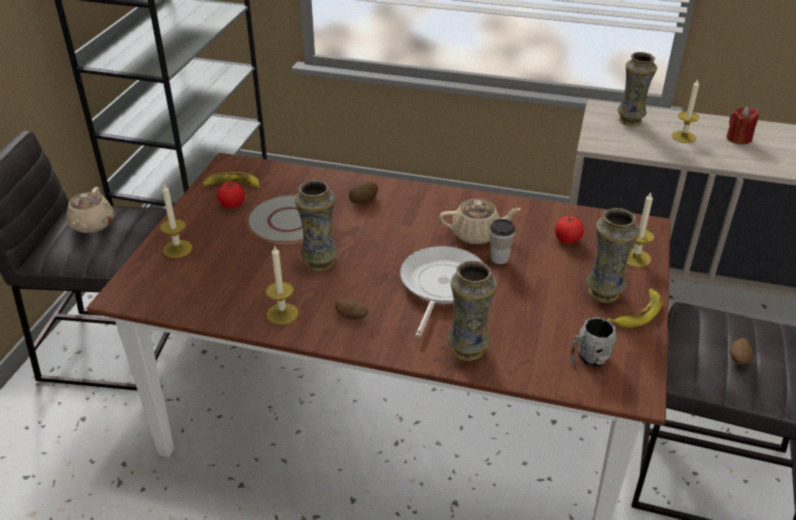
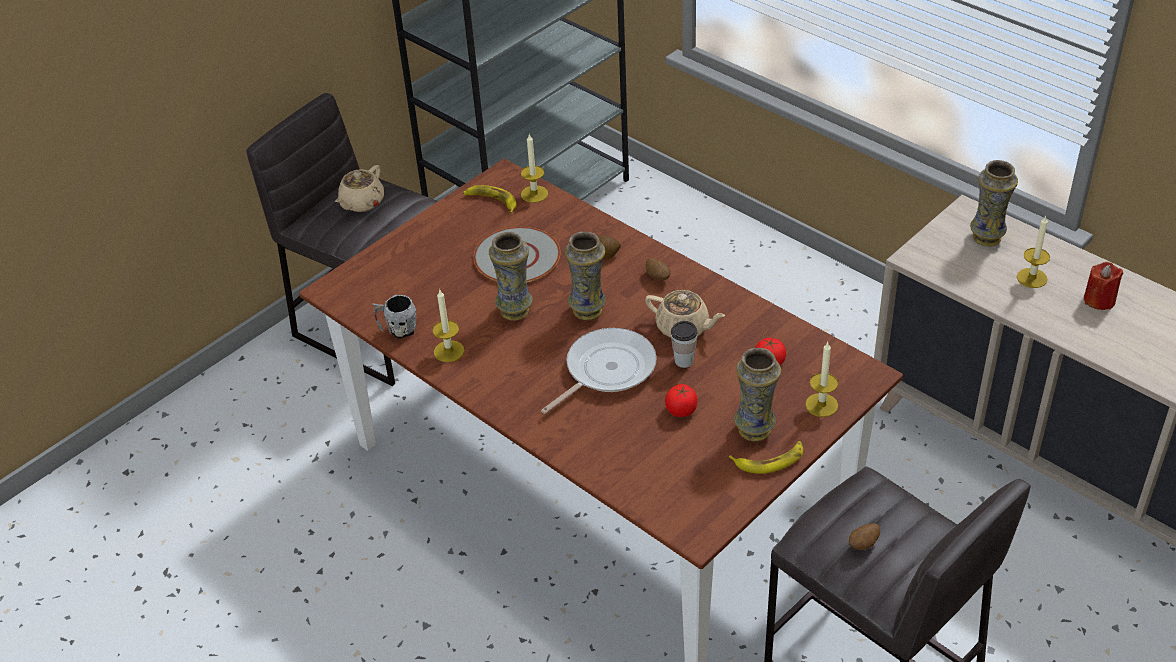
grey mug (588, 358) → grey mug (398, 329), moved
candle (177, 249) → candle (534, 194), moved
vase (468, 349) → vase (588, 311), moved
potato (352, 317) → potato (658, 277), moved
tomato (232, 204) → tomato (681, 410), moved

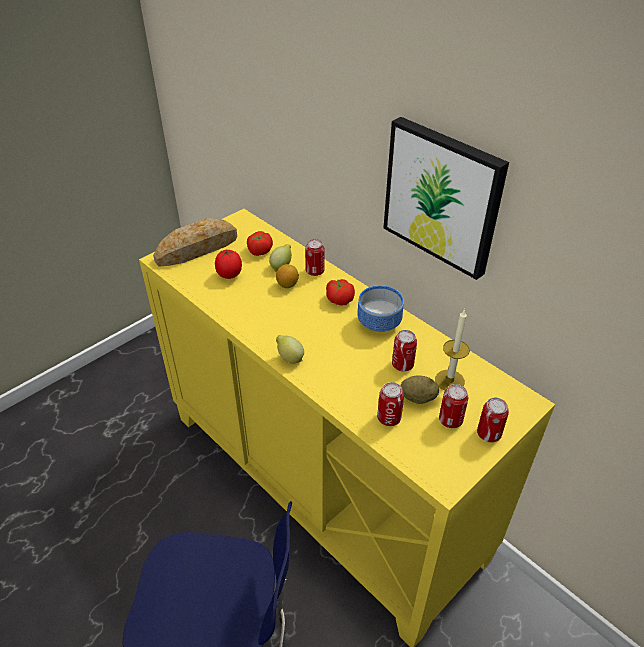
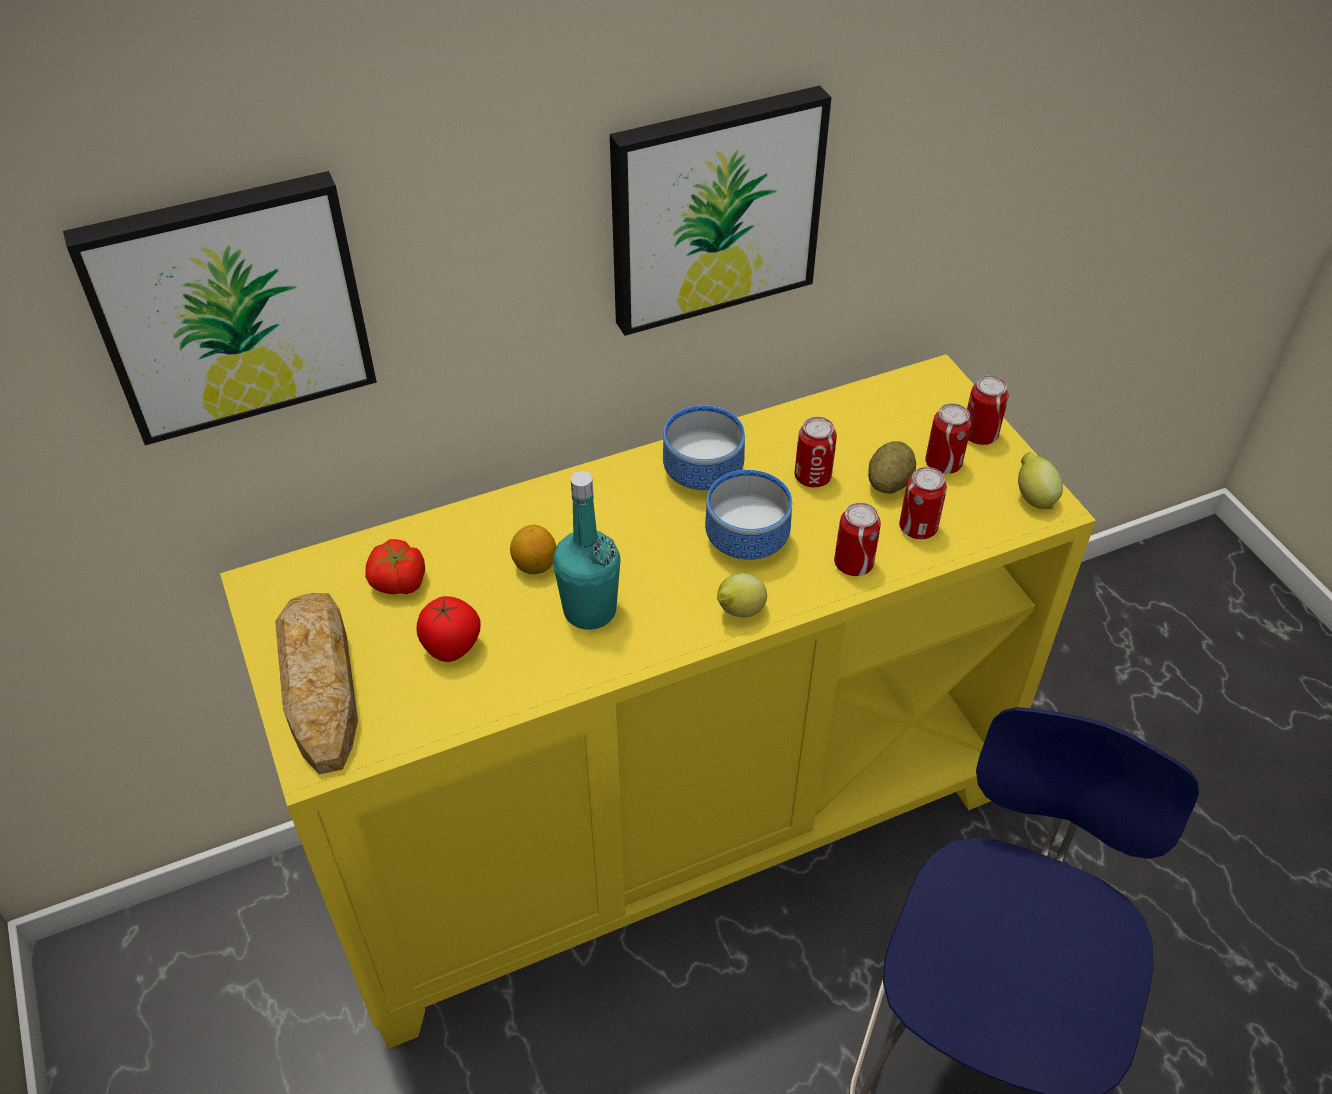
- → picture (230, 305)
- → turquoise bottle (589, 610)
- → bowl (746, 537)
can (315, 271) → can (853, 564), moved
lemon (281, 266) → lemon (1033, 498), moved
tomato (340, 299) → -
candle (449, 380) → -

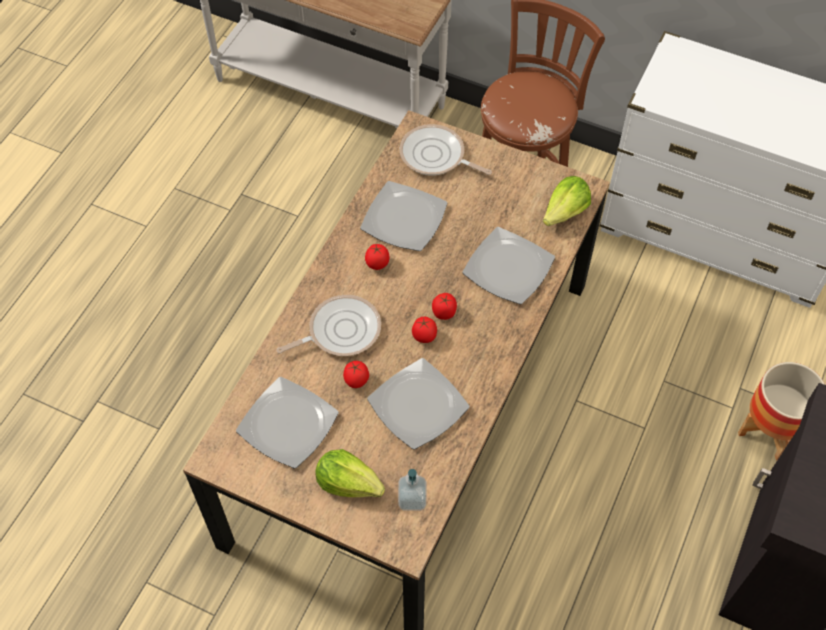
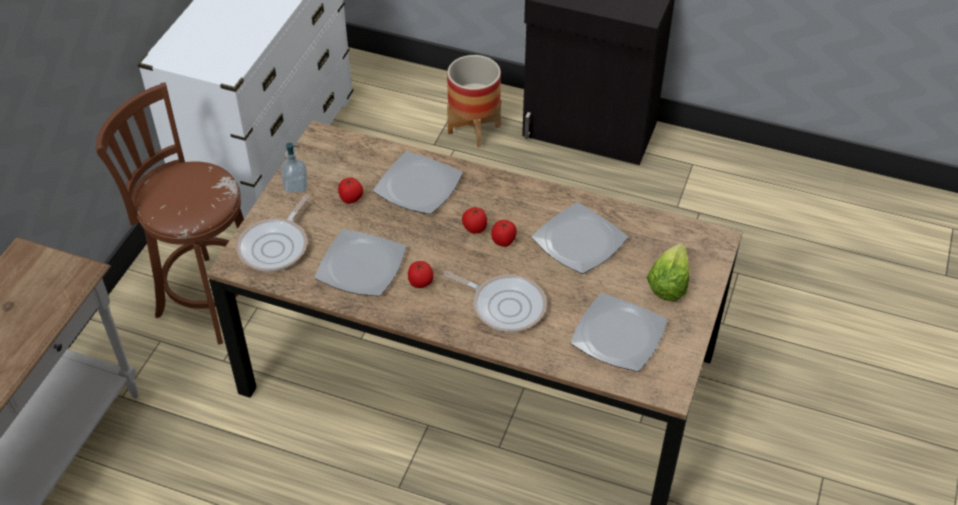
soap dispenser (412, 499) → soap dispenser (296, 185), moved
tomato (356, 381) → tomato (351, 199), moved
frying pan (340, 330) → frying pan (505, 305), 150 degrees clockwise
lettuce (565, 212) → -

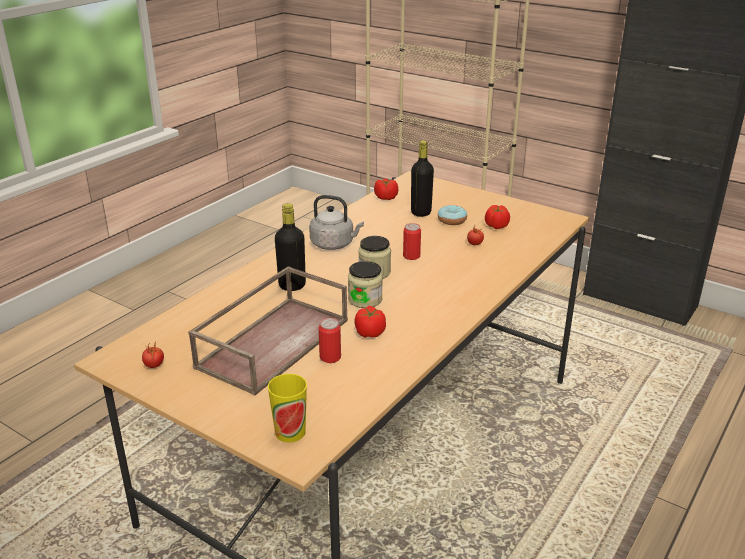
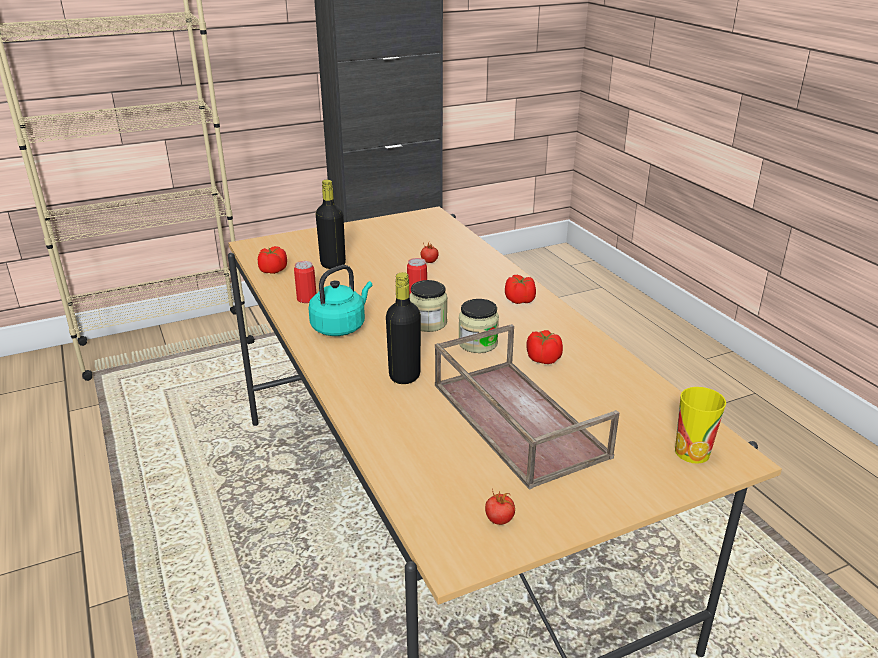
can (330, 357) → can (306, 299), moved
grey kettle (334, 244) → turquoise kettle (340, 327)
tomato (496, 226) → tomato (520, 300), moved
donut (452, 220) → -

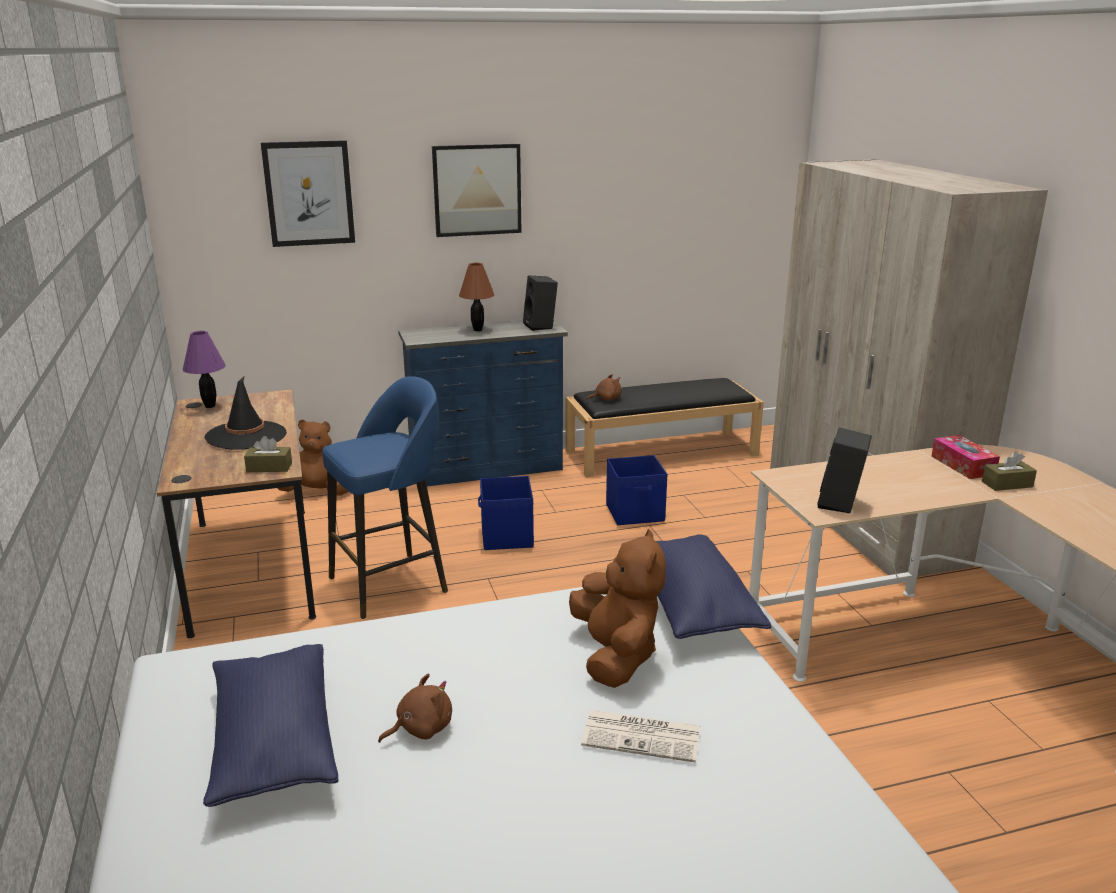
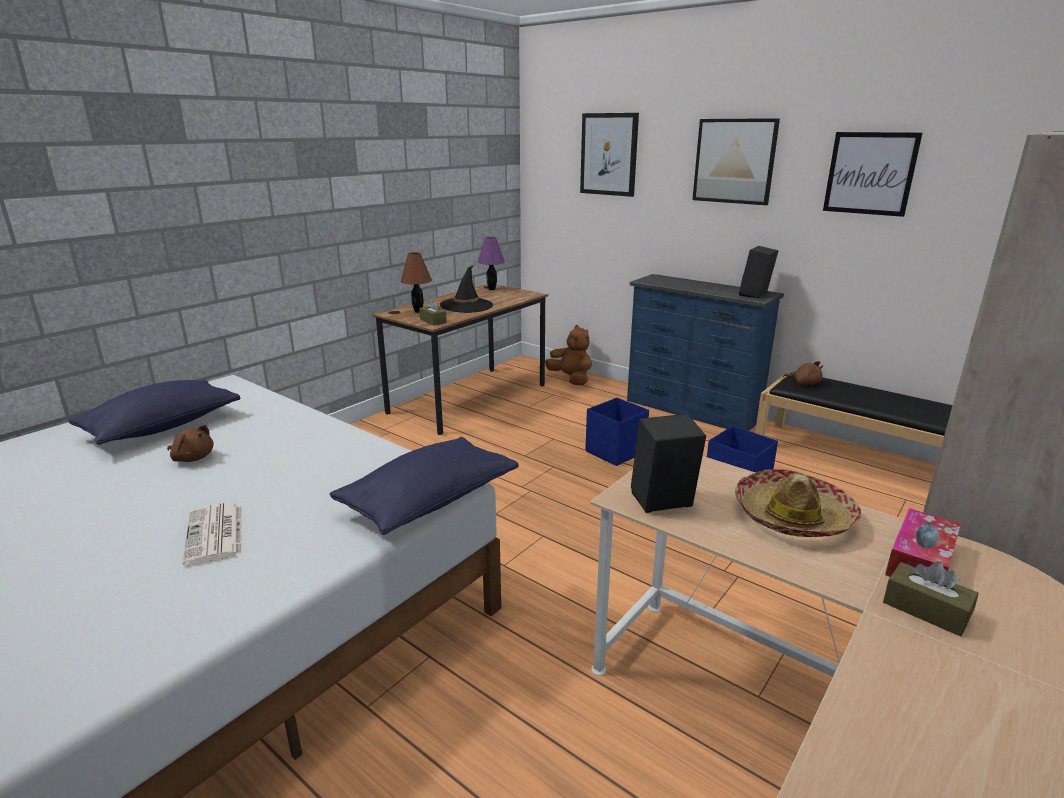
brown table lamp (478, 330) → brown table lamp (418, 311), moved
- → hat (793, 516)
- → picture (870, 173)
blue stool (391, 584) → -
brown plush toy (615, 656) → -

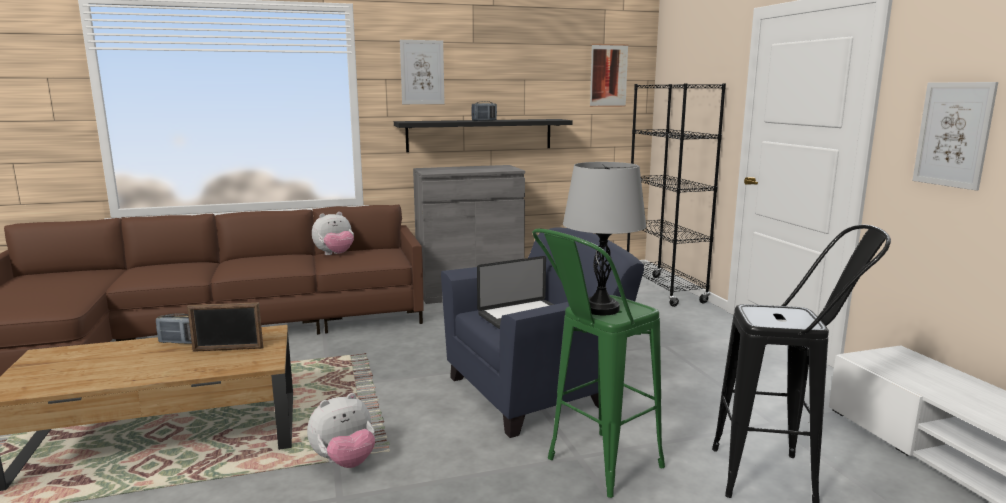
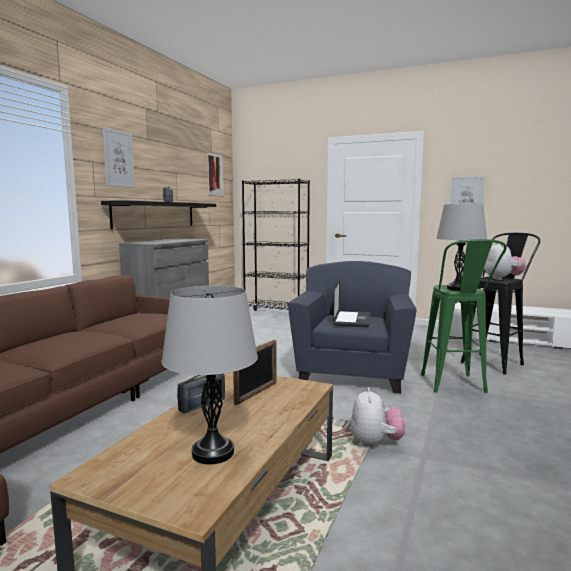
- → grey table lamp (213, 453)
plush toy (335, 255) → plush toy (502, 279), moved

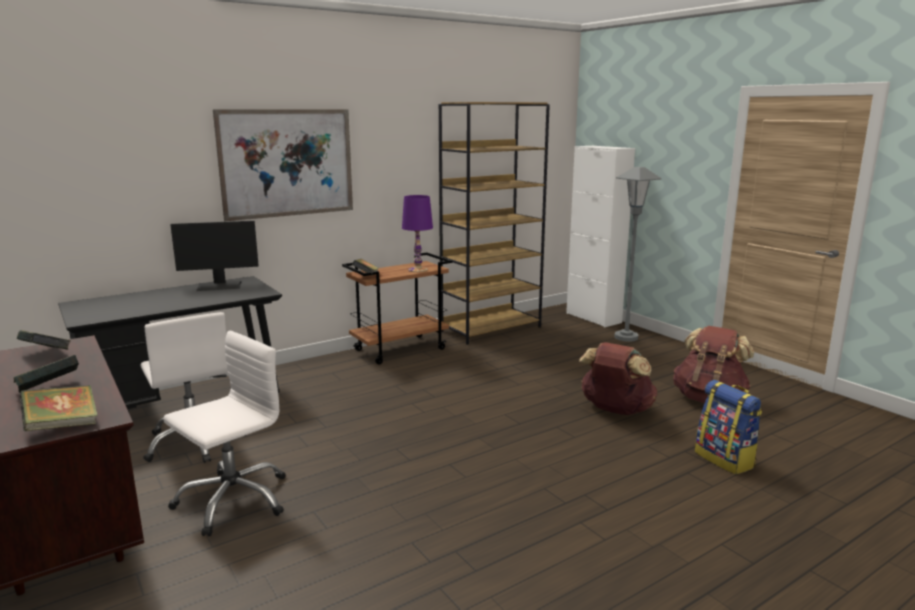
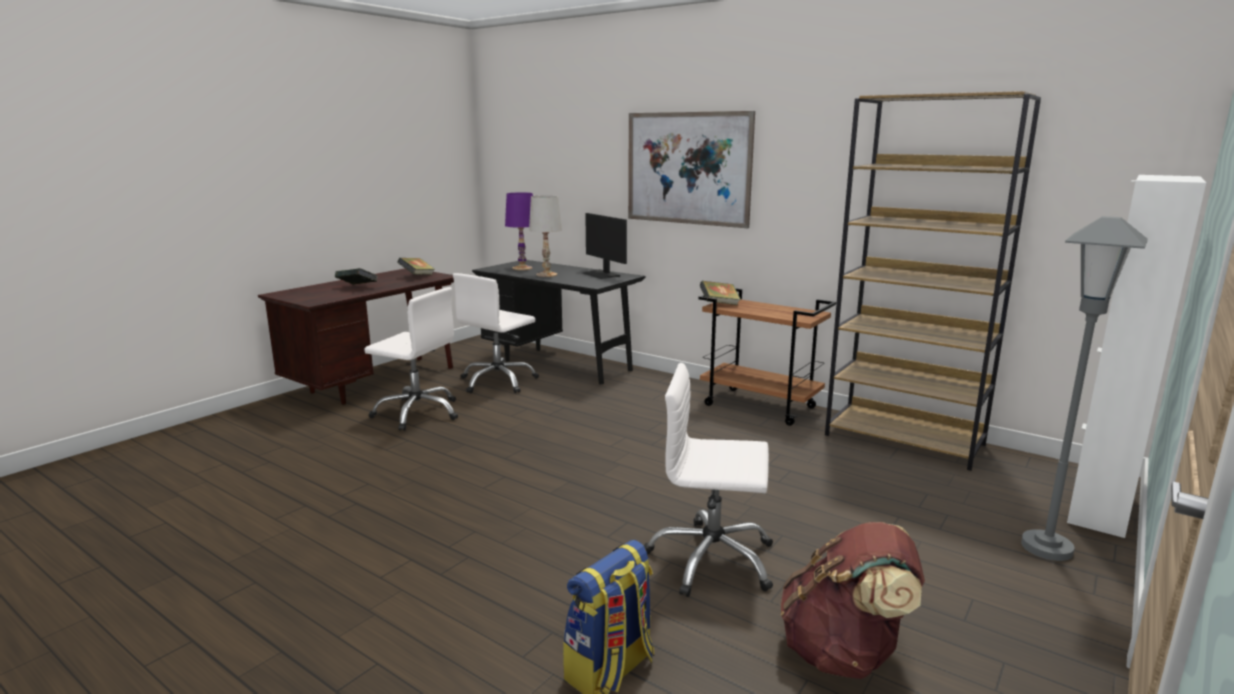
purple table lamp (418, 269) → purple table lamp (522, 268), moved
- → white table lamp (546, 274)
brown backpack (615, 410) → white office chair (711, 560)
book (62, 426) → -

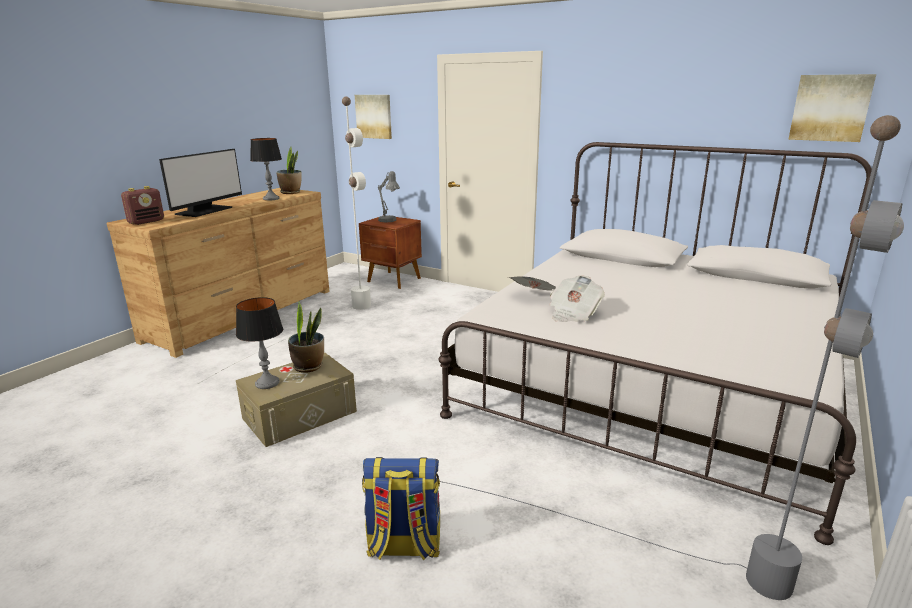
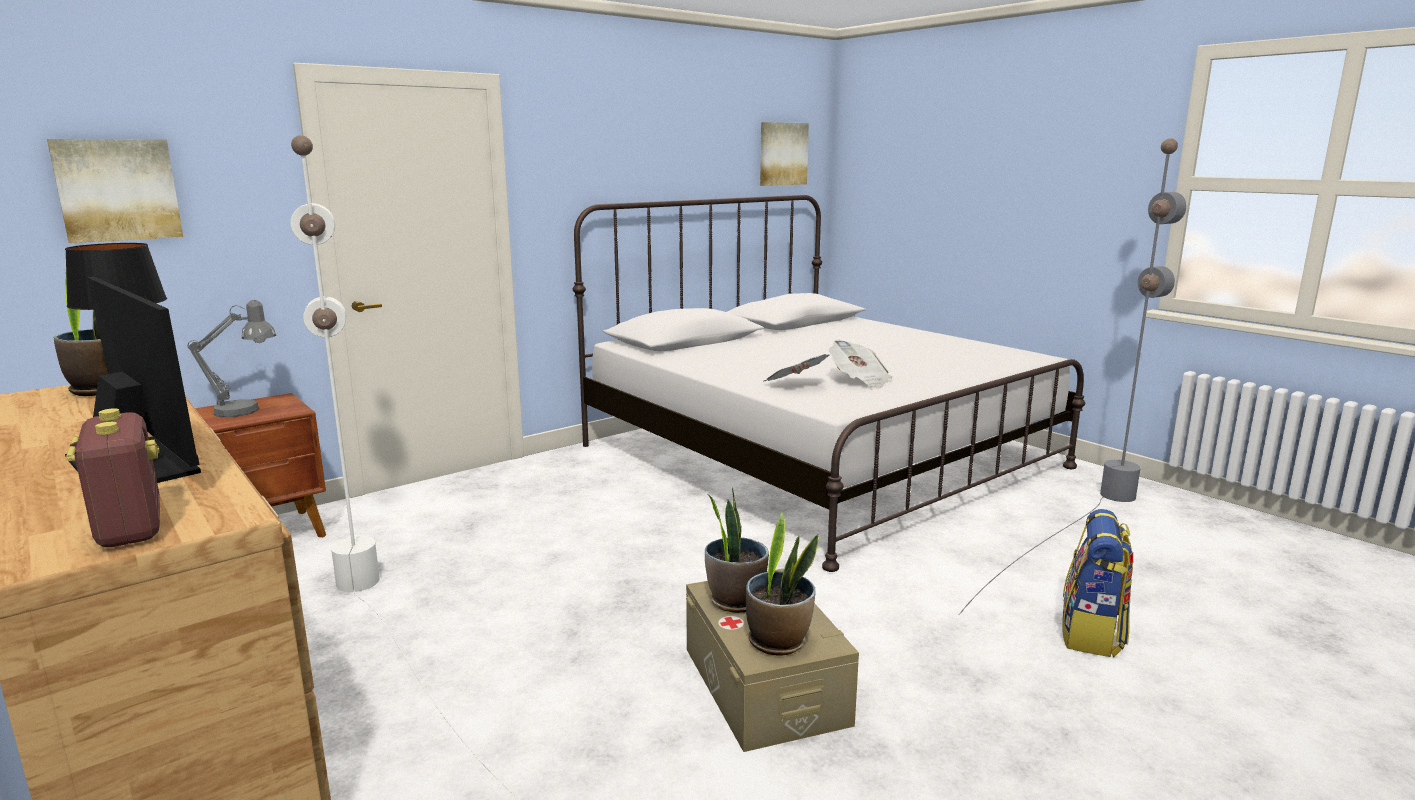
table lamp (267, 383) → potted plant (778, 641)

